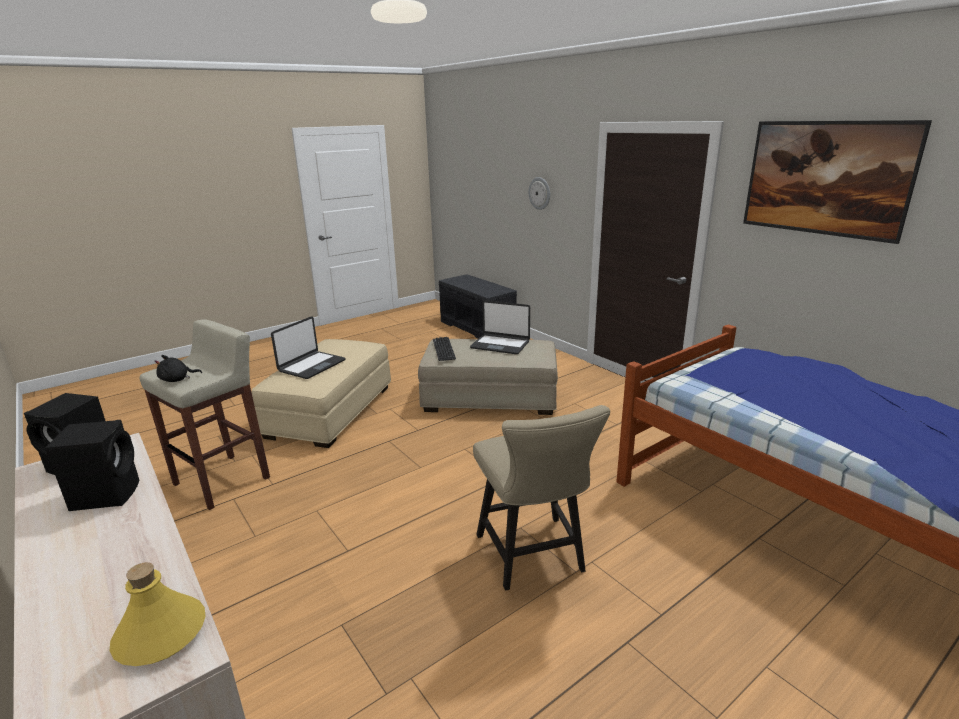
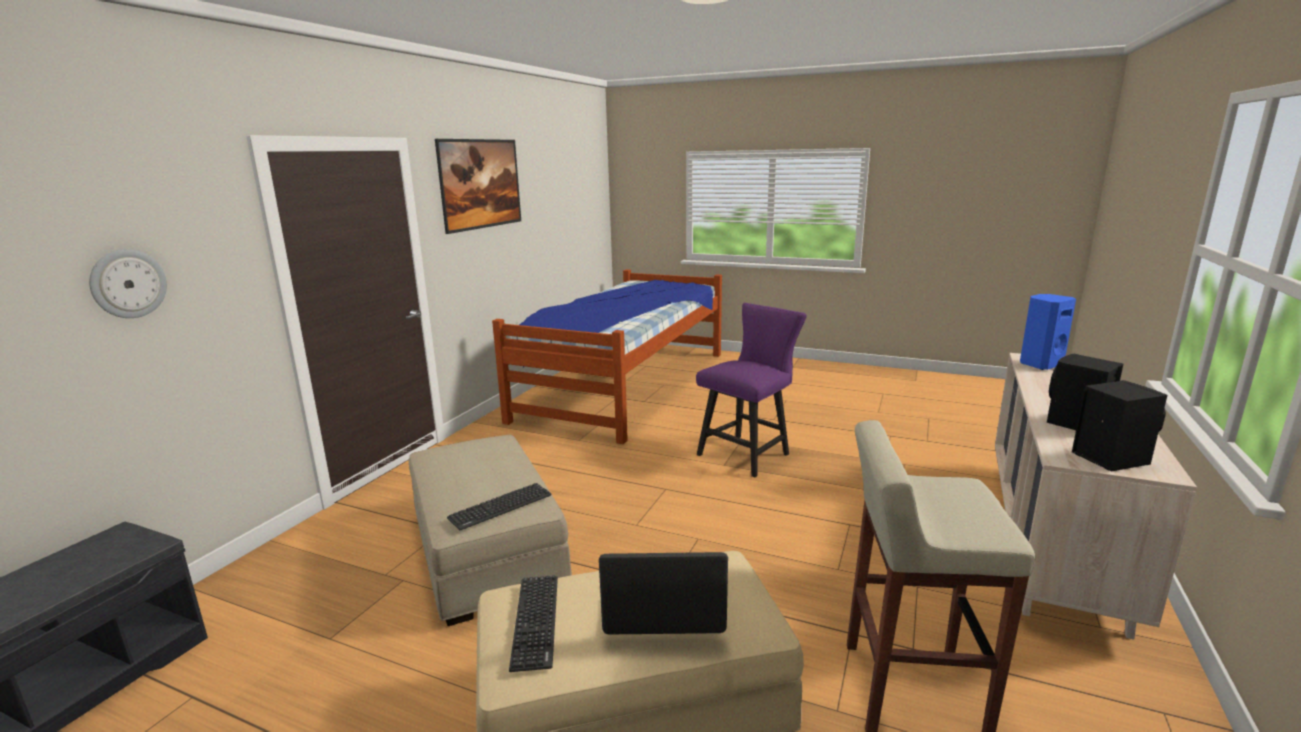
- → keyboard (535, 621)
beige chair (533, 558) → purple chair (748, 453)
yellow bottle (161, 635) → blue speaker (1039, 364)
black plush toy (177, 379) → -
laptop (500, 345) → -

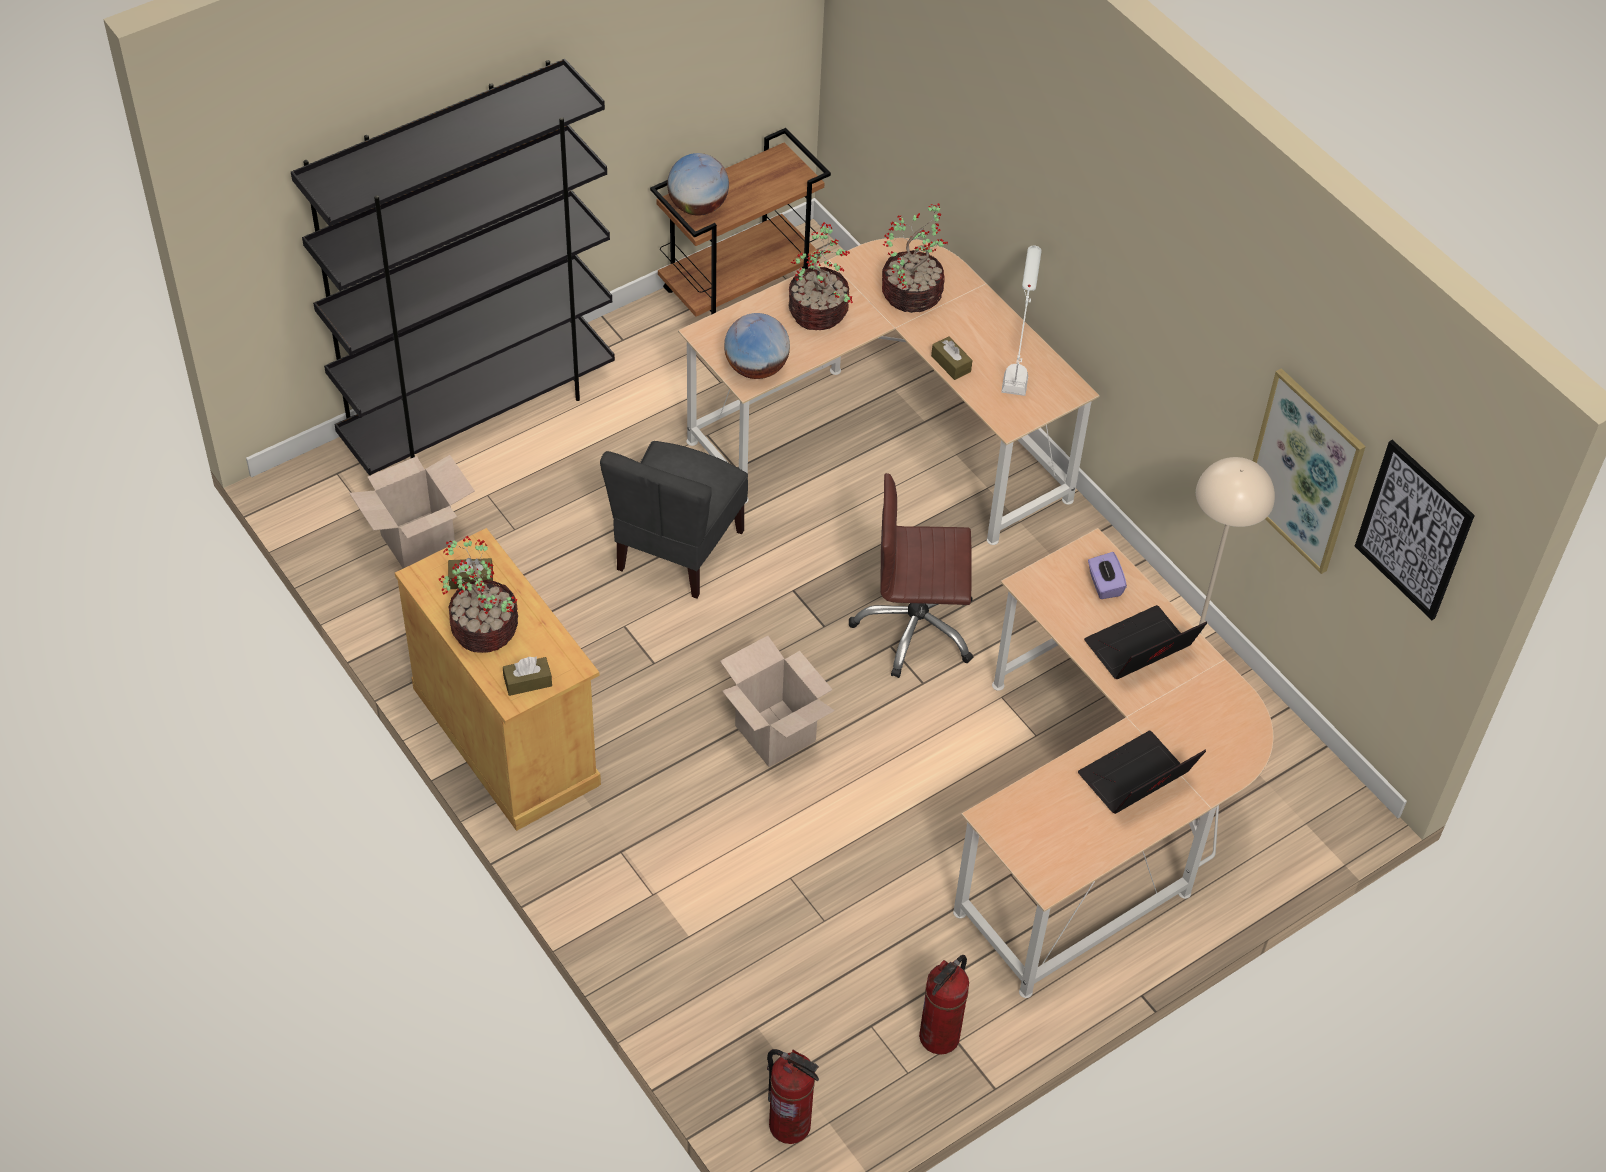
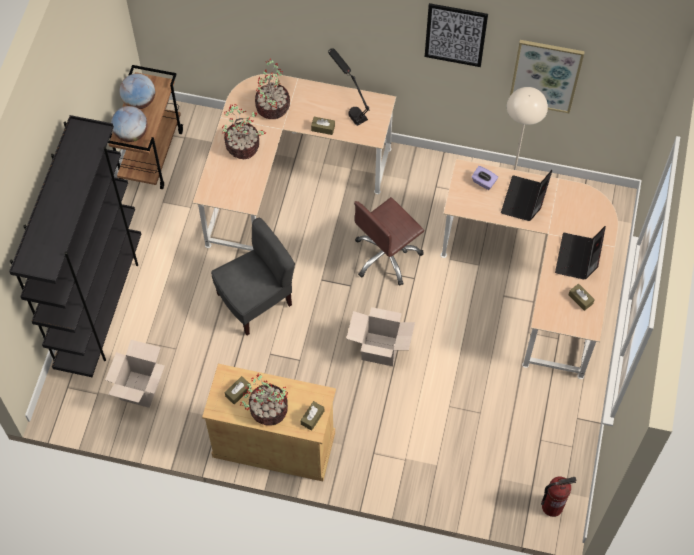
globe (756, 368) → globe (139, 101), moved
grey chair (677, 550) → grey chair (255, 301), 105 degrees counterclockwise
white table lamp (1017, 363) → black table lamp (349, 106)
picture (1414, 530) → picture (455, 35), moved
- → brown tissue box (580, 299)
fire extinguisher (939, 1036) → -

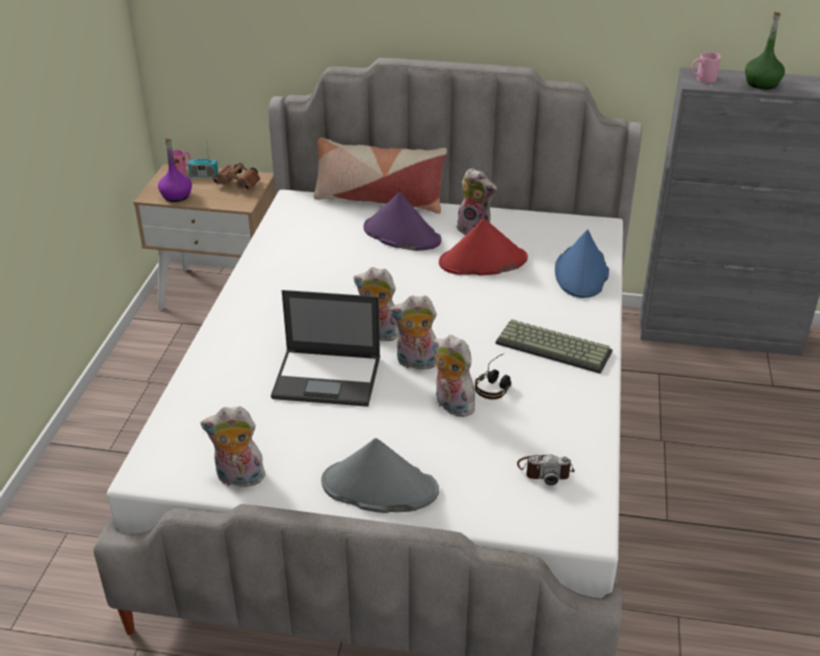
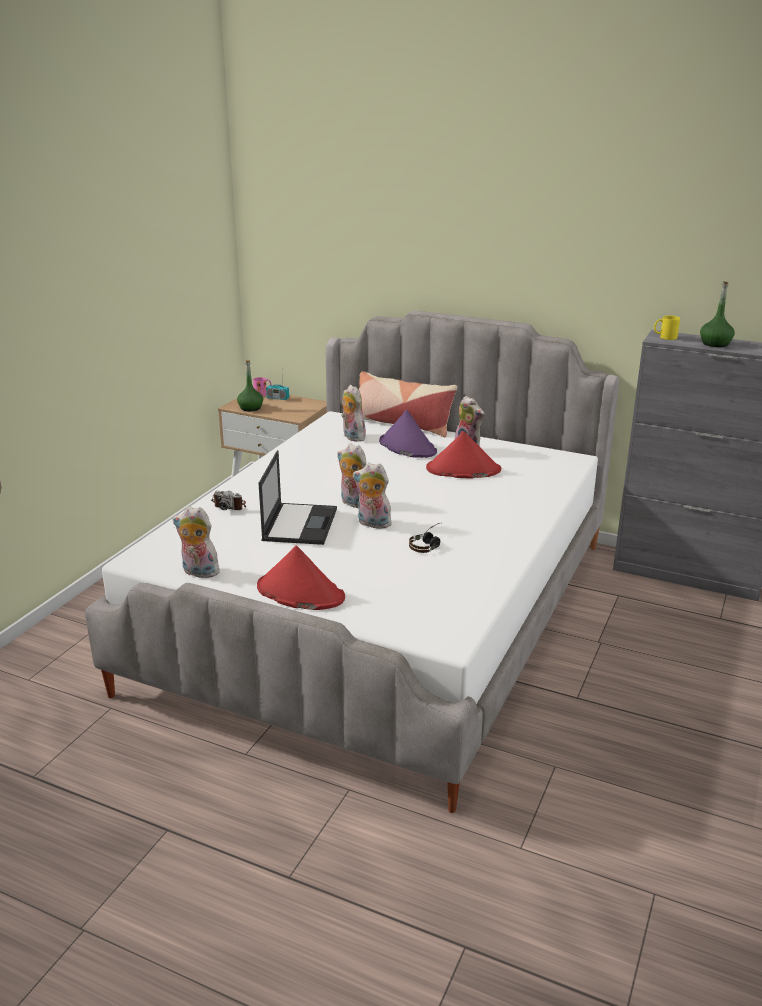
photo camera (545, 470) → photo camera (230, 505), moved
purple bottle (176, 196) → green bottle (251, 408)
grey hat (379, 487) → red hat (300, 593)
laptop (328, 377) → laptop (300, 524), 105 degrees counterclockwise
plush toy (451, 405) → plush toy (352, 437), moved
pink mug (702, 79) → yellow mug (664, 337)
brown binoculars (239, 185) → -
keyboard (555, 347) → -
blue hat (581, 273) → -

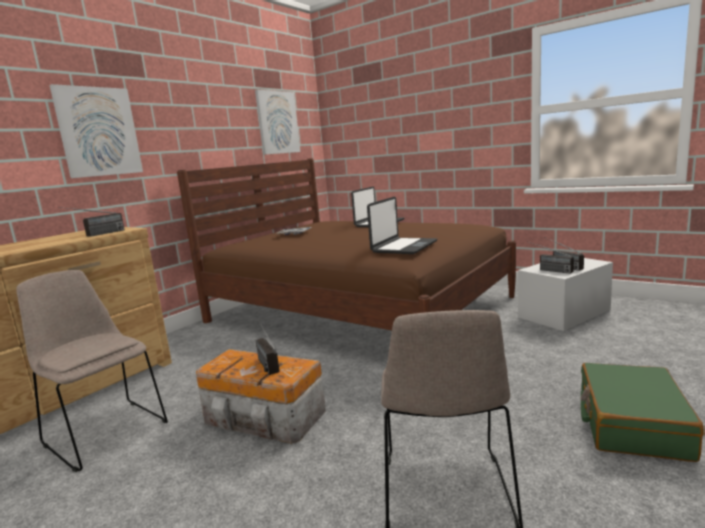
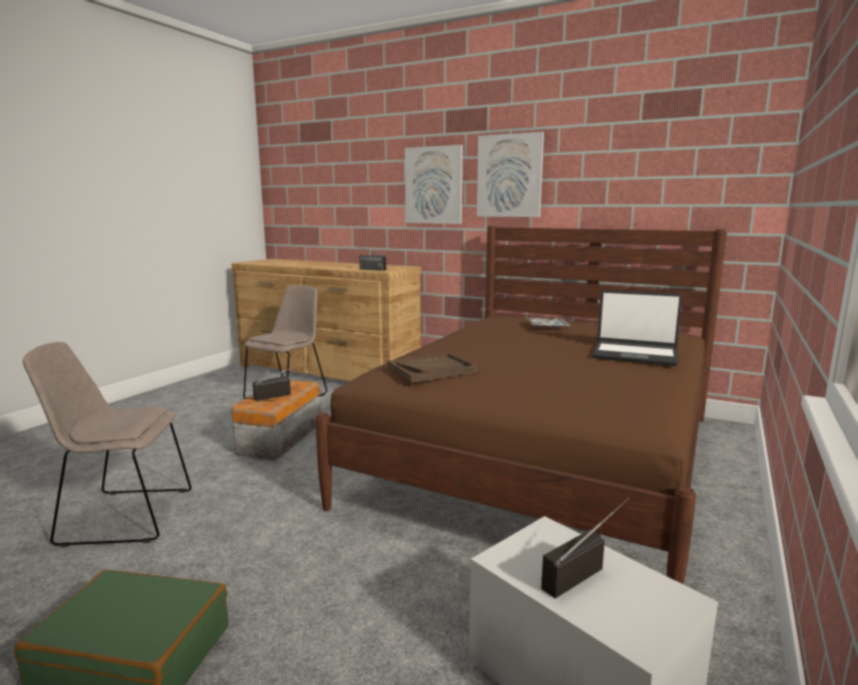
laptop (403, 247) → brown tray (431, 369)
picture (277, 122) → picture (509, 176), moved
radio (547, 270) → -

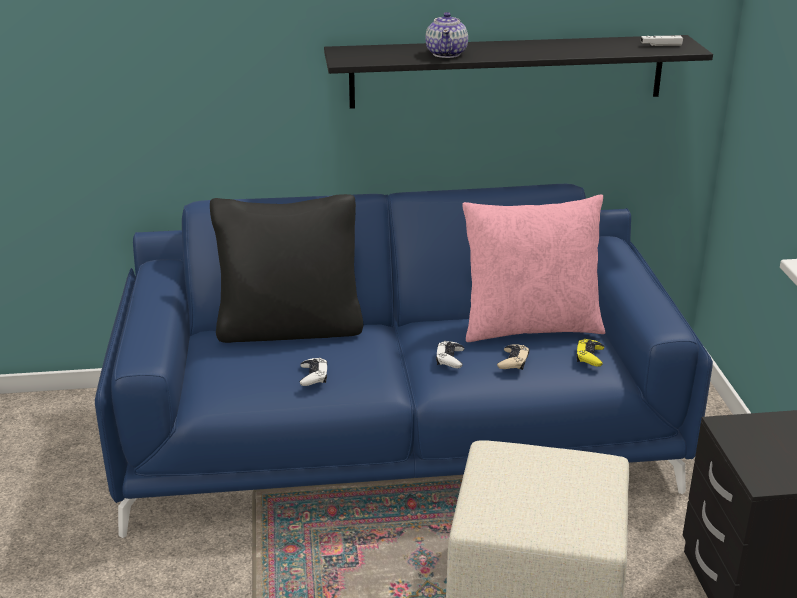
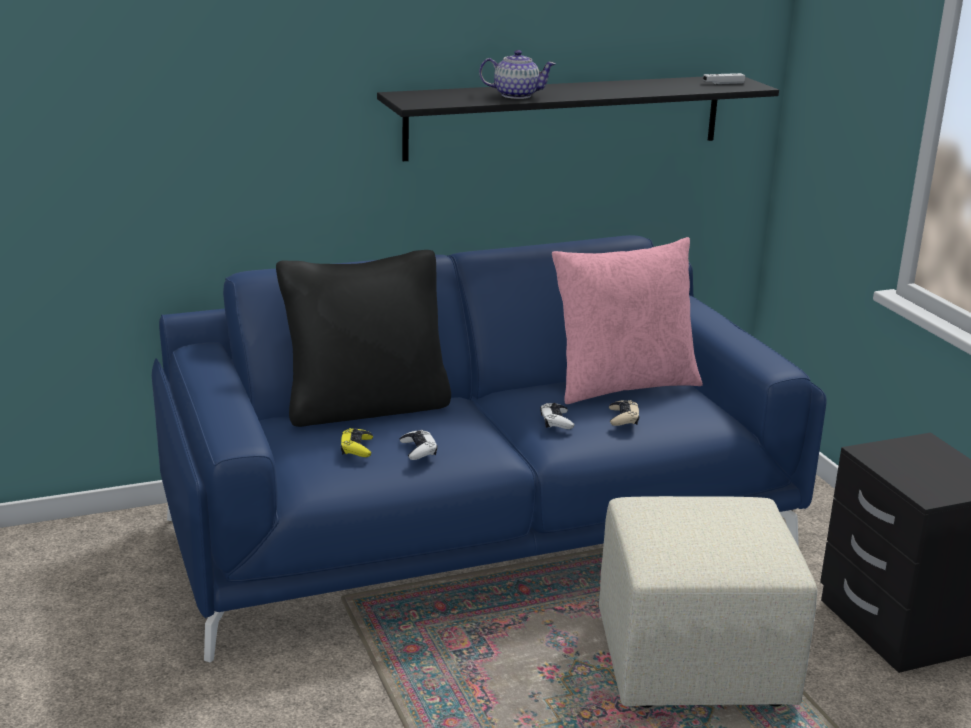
yellow game controller (589, 356) → yellow game controller (356, 447), moved
teapot (447, 53) → teapot (515, 95), 75 degrees counterclockwise

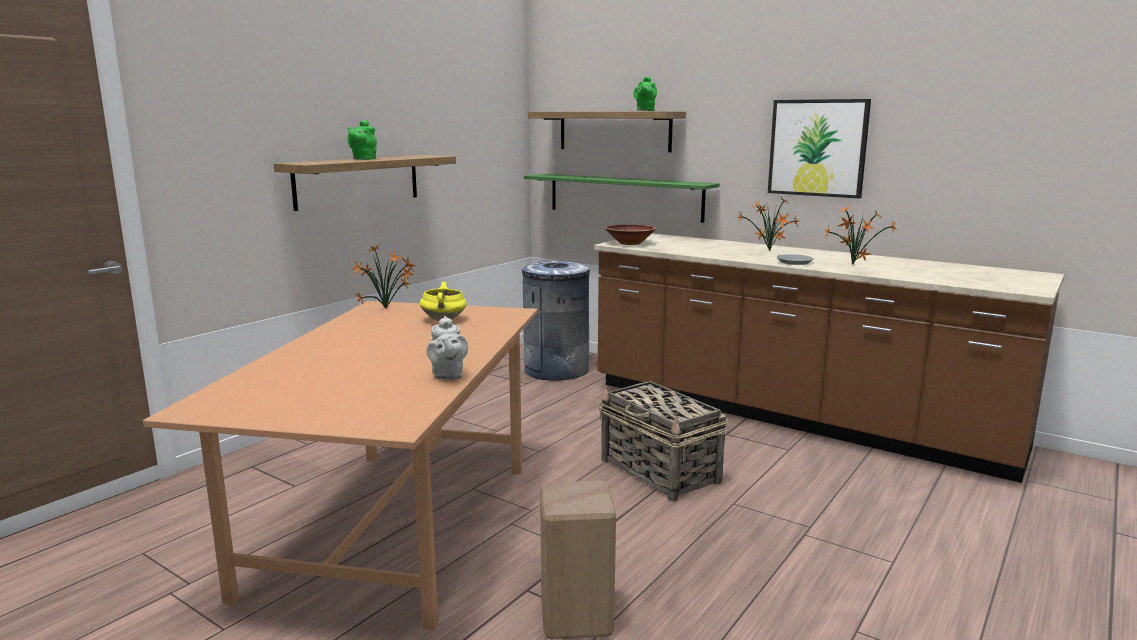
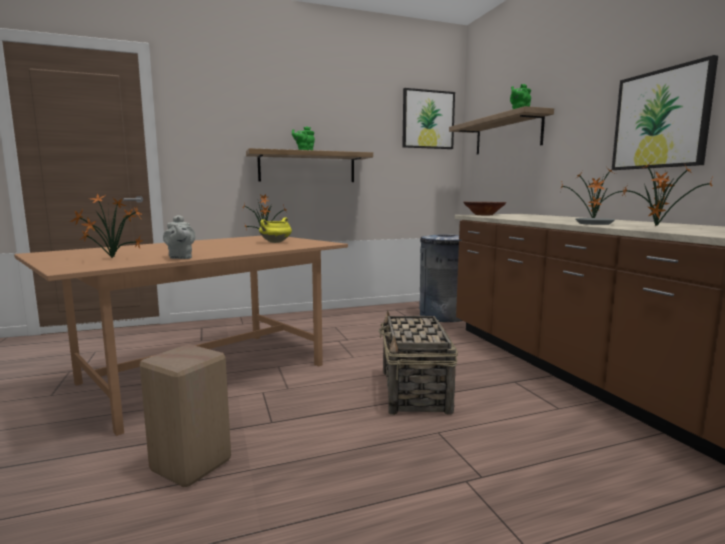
- → potted plant (110, 258)
grey teapot (447, 375) → grey teapot (180, 258), 45 degrees counterclockwise
- → picture (428, 119)
green shelf (624, 196) → -

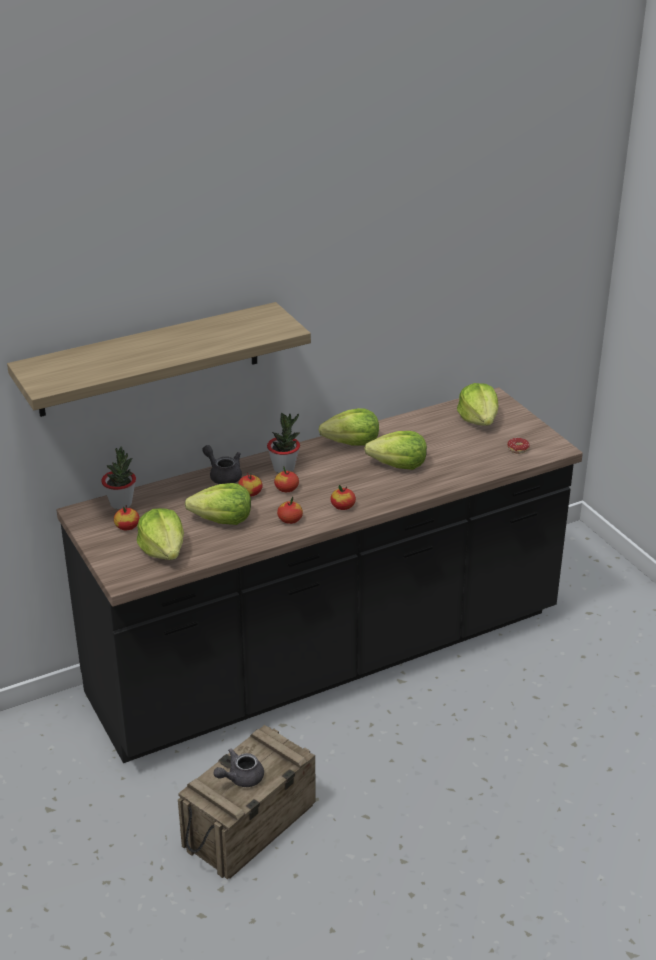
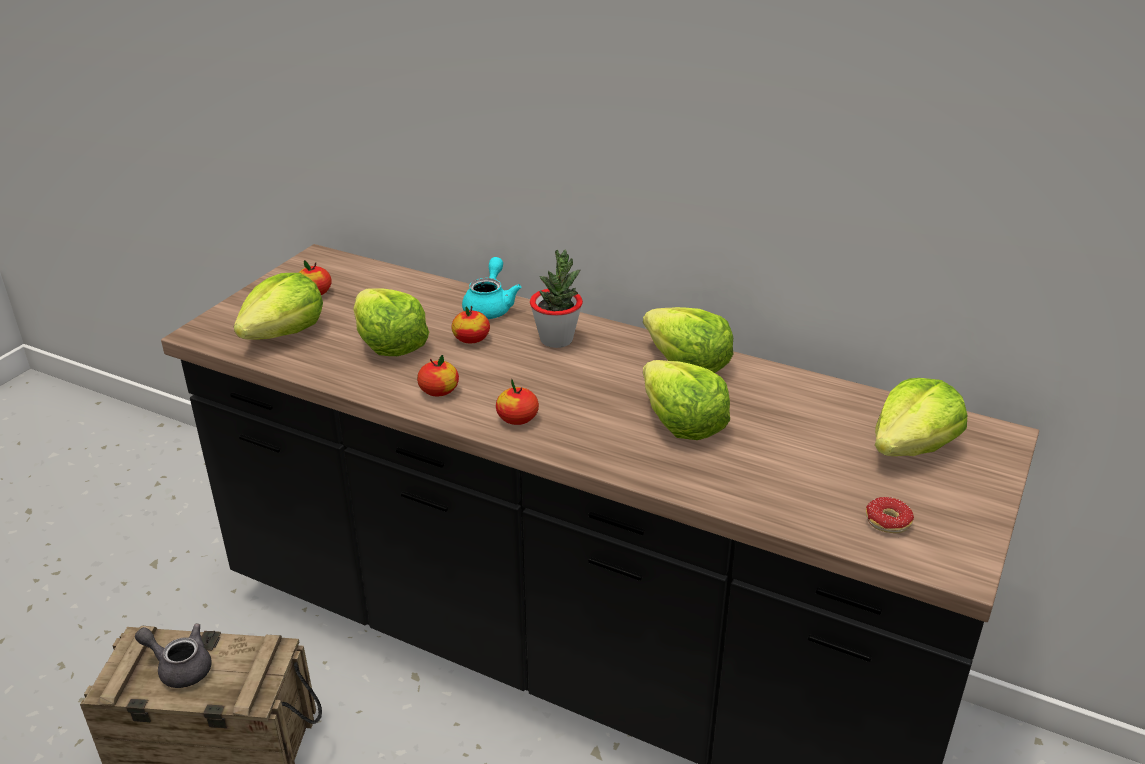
grey teapot (223, 475) → turquoise teapot (490, 306)
shelf (149, 360) → -
potted plant (121, 503) → -
apple (286, 489) → -

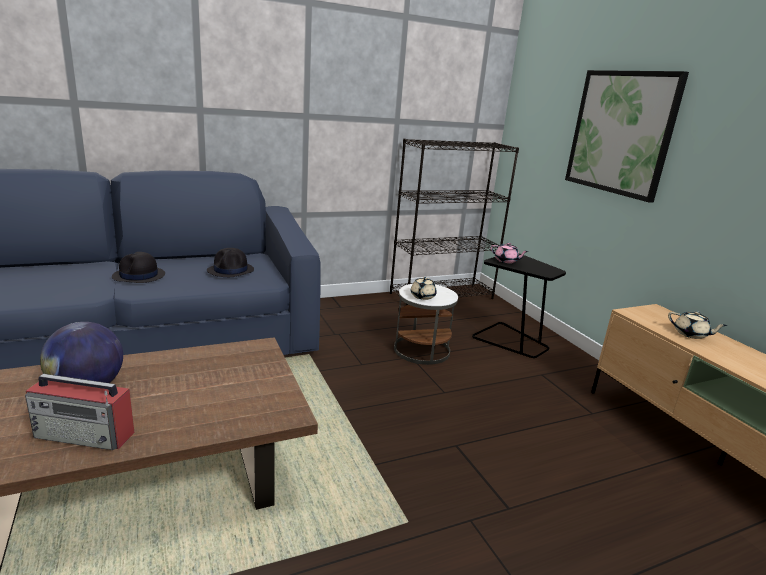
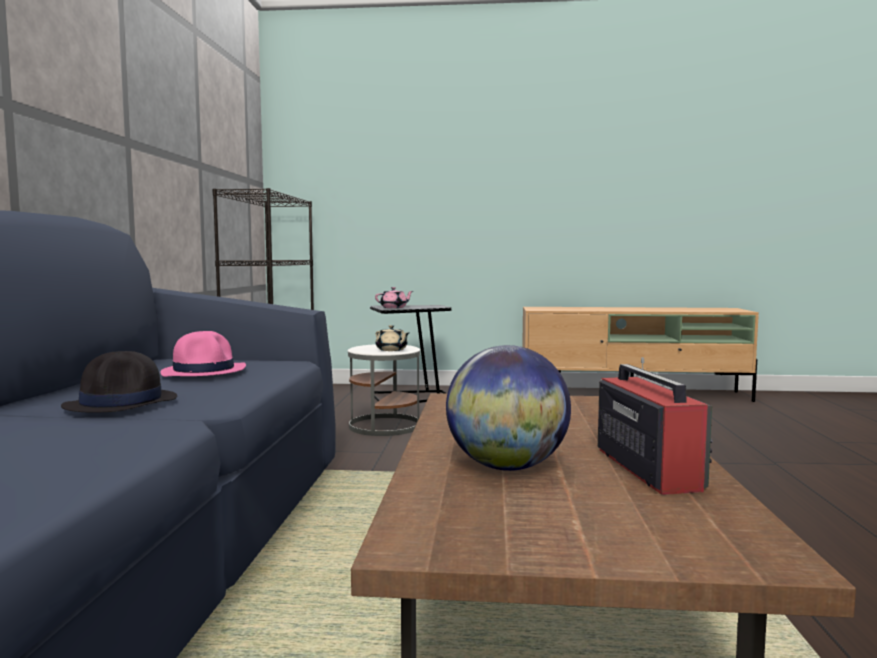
black hat (231, 270) → pink hat (204, 371)
radio (86, 435) → radio (646, 468), 45 degrees counterclockwise
picture (620, 133) → -
beige teapot (691, 334) → -

